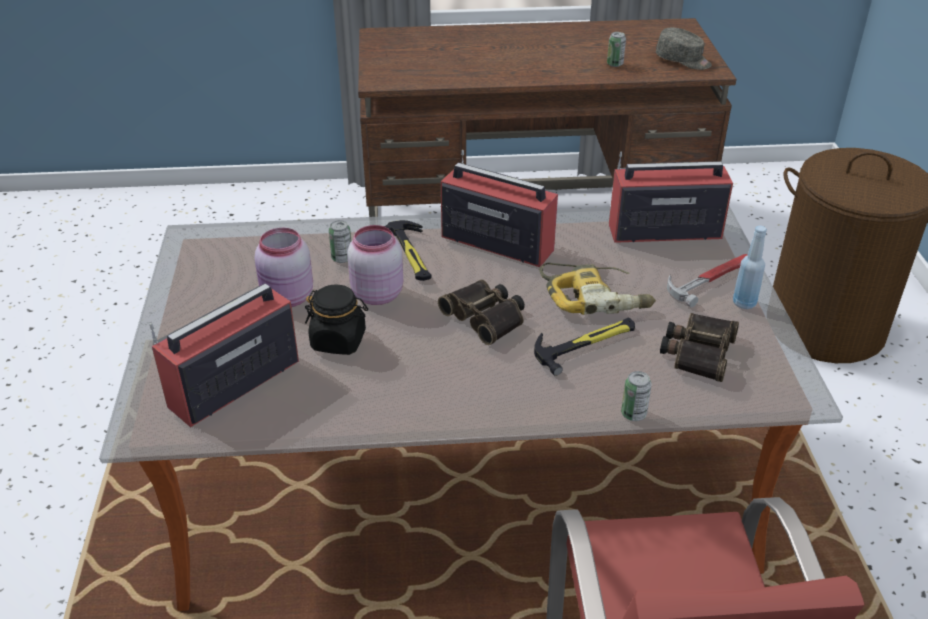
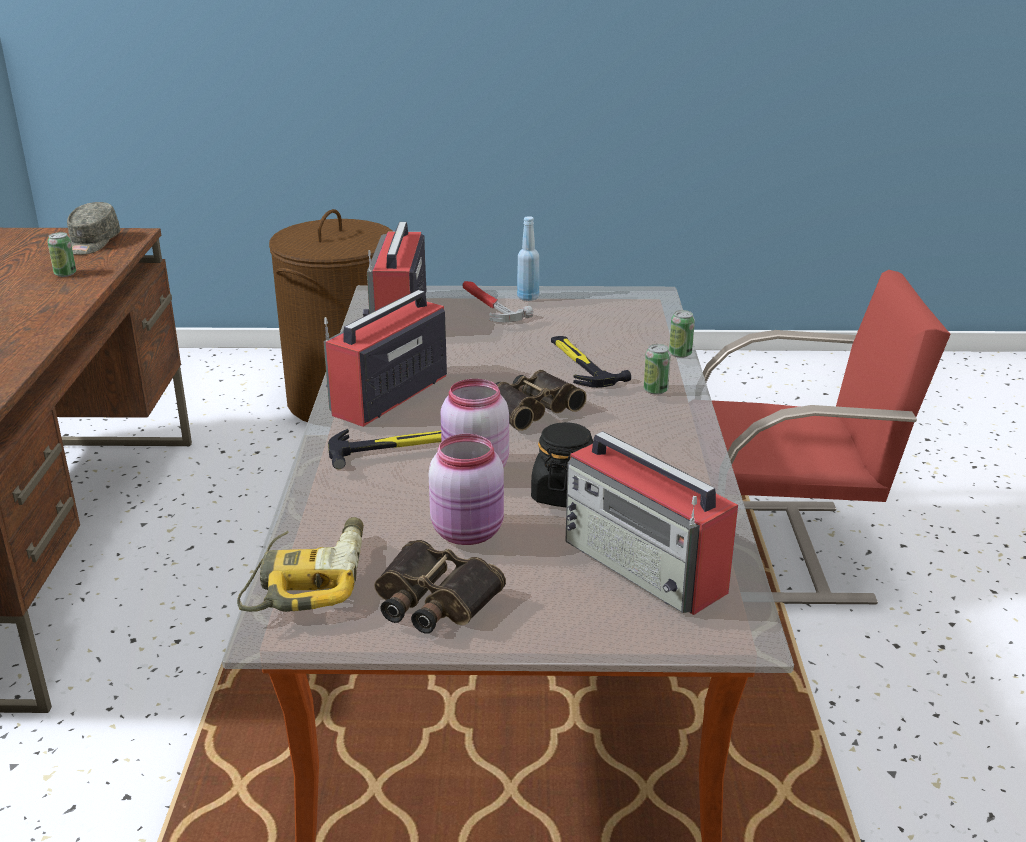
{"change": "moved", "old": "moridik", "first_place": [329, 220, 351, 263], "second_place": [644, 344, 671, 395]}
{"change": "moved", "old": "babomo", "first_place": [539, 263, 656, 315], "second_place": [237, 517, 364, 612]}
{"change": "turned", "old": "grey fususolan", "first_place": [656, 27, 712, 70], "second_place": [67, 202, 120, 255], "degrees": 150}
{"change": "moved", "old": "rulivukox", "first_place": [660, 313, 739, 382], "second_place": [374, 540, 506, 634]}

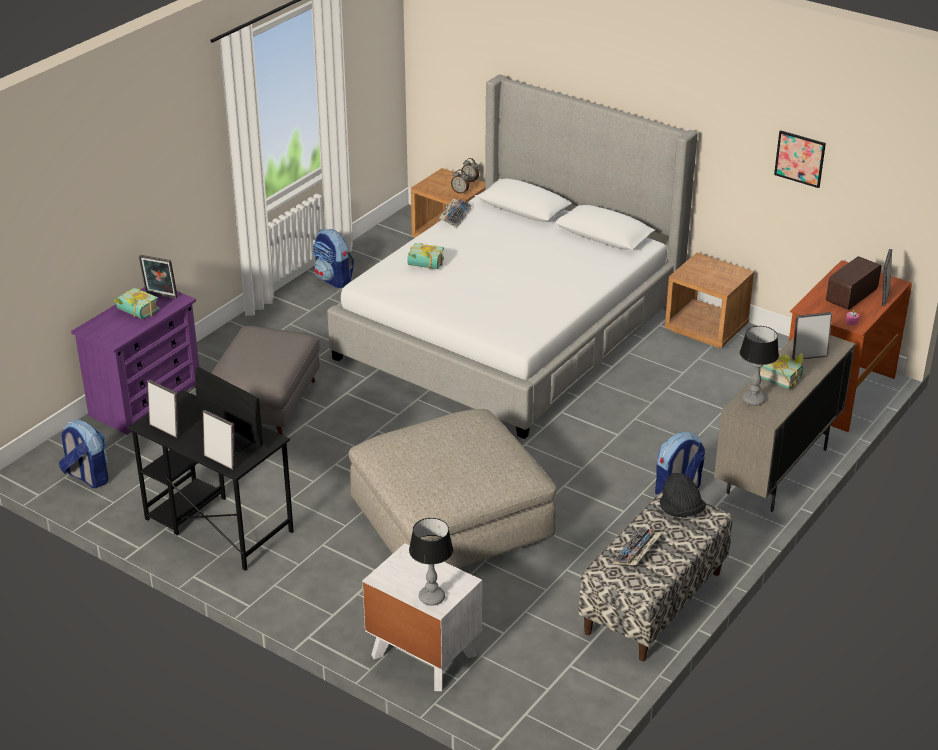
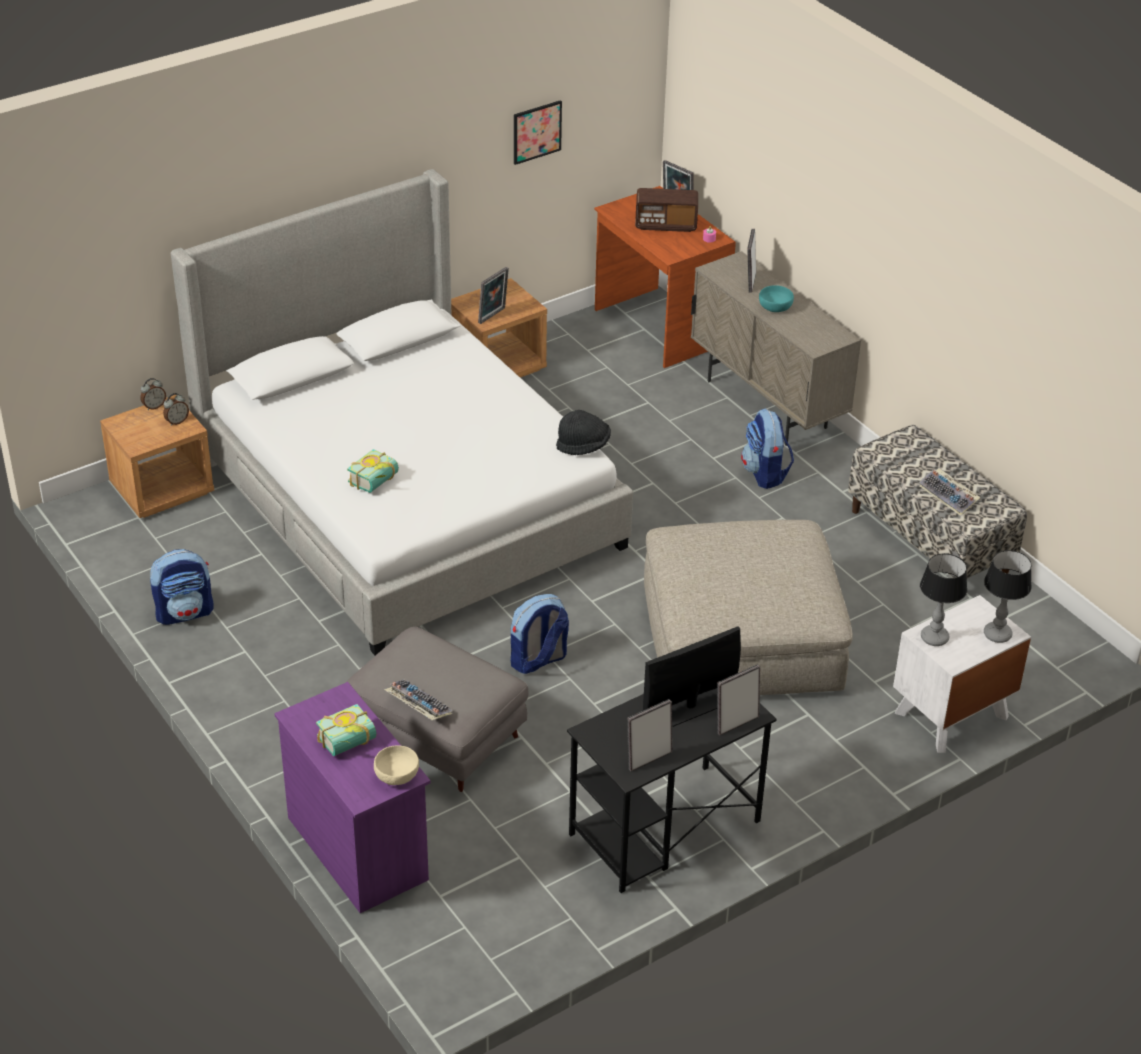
{"change": "moved", "old": "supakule", "first_place": [59, 420, 109, 488], "second_place": [511, 594, 569, 674]}
{"change": "moved", "old": "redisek", "first_place": [139, 255, 178, 298], "second_place": [478, 267, 509, 324]}
{"change": "moved", "old": "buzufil", "first_place": [439, 198, 472, 228], "second_place": [384, 679, 453, 720]}
{"change": "moved", "old": "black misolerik", "first_place": [660, 473, 706, 517], "second_place": [556, 410, 611, 455]}
{"change": "moved", "old": "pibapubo", "first_place": [740, 326, 779, 406], "second_place": [920, 553, 967, 646]}
{"change": "replaced", "old": "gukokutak", "new": "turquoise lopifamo", "first_place": [760, 352, 803, 389], "second_place": [759, 285, 794, 312]}
{"change": "turned", "old": "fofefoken", "first_place": [826, 256, 882, 310], "second_place": [635, 188, 698, 232], "degrees": -60}
{"change": "added", "new": "beige lopifamo", "second_place": [374, 745, 419, 785]}

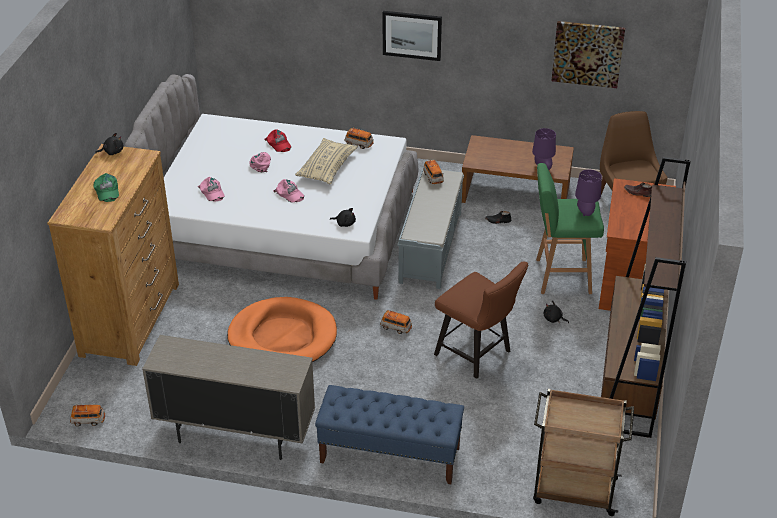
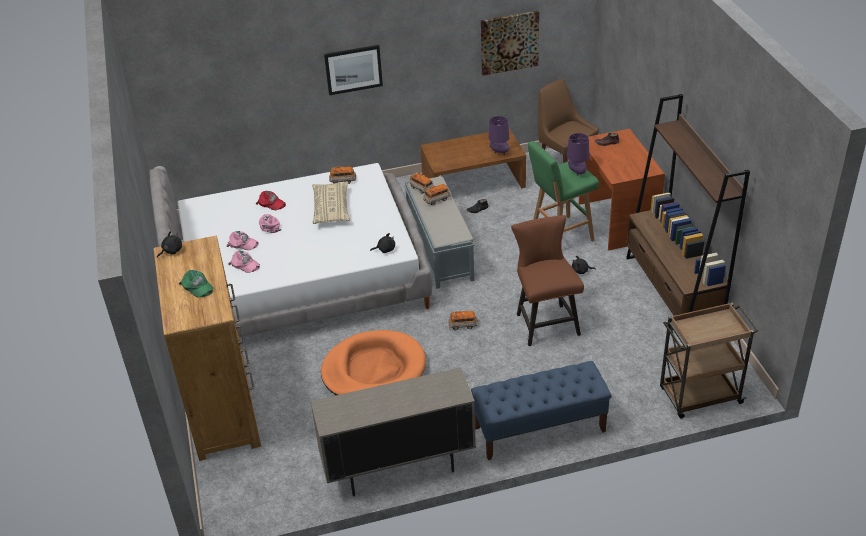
{"change": "moved", "old": "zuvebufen", "first_place": [70, 405, 105, 426], "second_place": [423, 184, 451, 206]}
{"change": "moved", "old": "pink fususolan", "first_place": [273, 179, 304, 203], "second_place": [226, 231, 259, 250]}
{"change": "turned", "old": "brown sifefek", "first_place": [434, 261, 528, 379], "second_place": [511, 215, 584, 346], "degrees": -120}

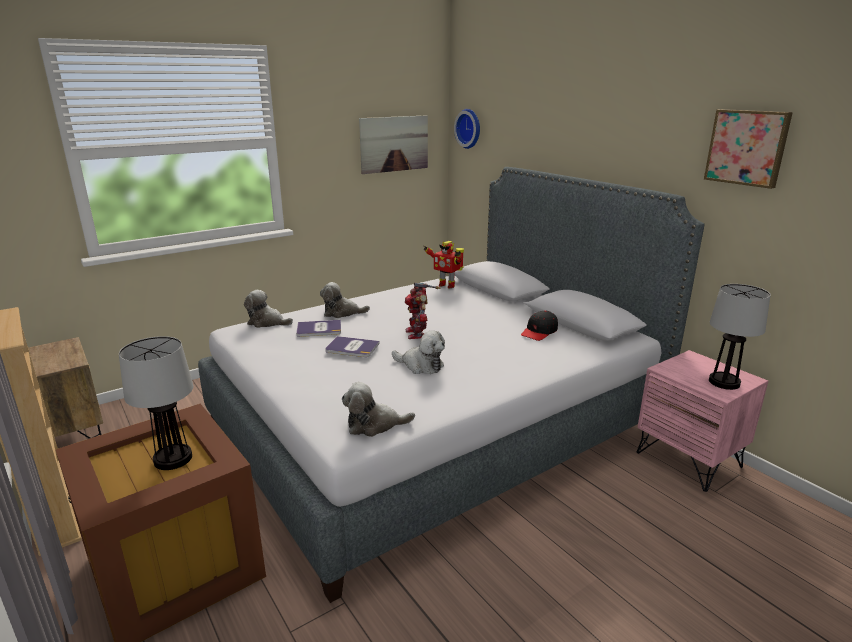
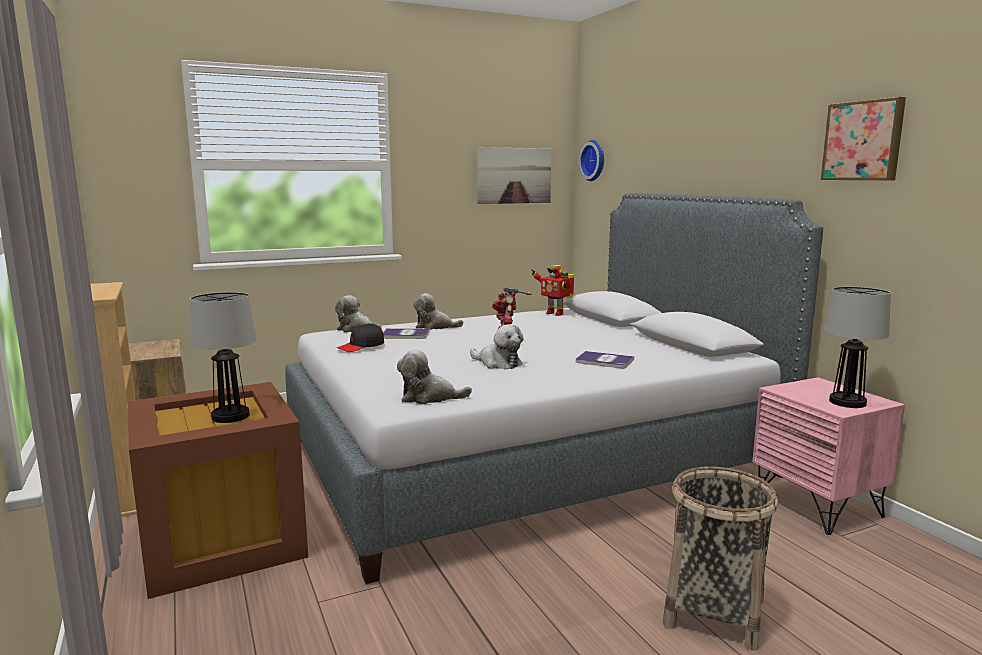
{"change": "moved", "old": "gukokutak", "first_place": [325, 336, 380, 357], "second_place": [576, 351, 634, 368]}
{"change": "moved", "old": "black fususolan", "first_place": [521, 311, 558, 341], "second_place": [337, 323, 384, 352]}
{"change": "added", "new": "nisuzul", "second_place": [663, 467, 778, 651]}

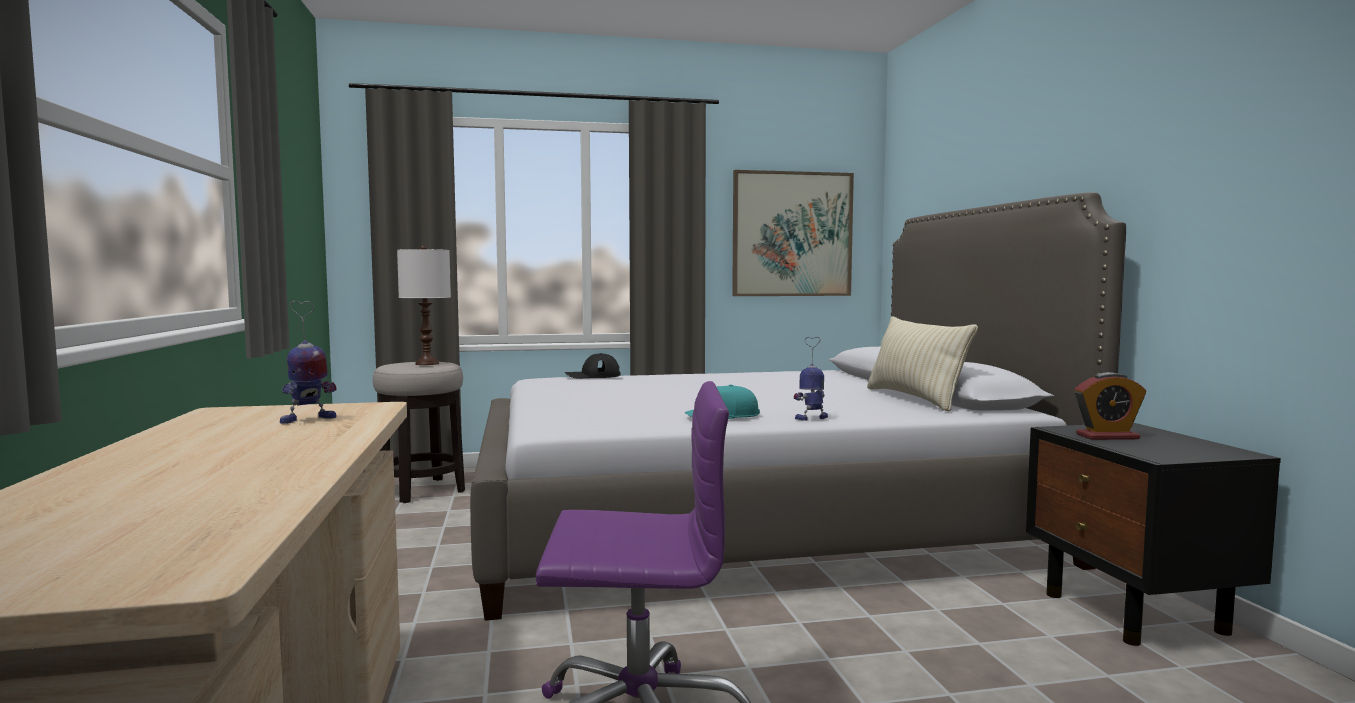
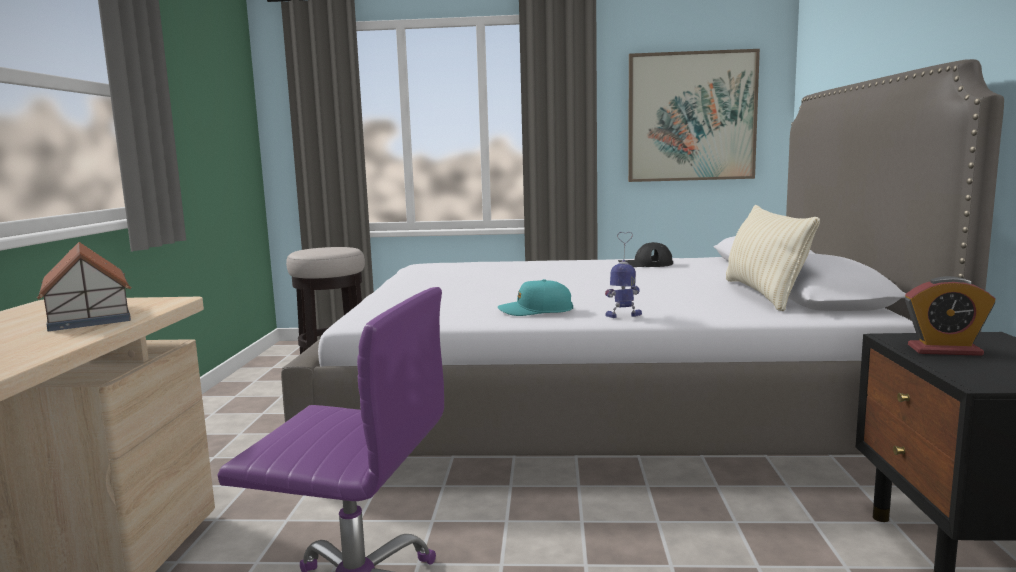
{"change": "replaced", "old": "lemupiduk", "new": "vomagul", "first_place": [280, 301, 336, 424], "second_place": [37, 242, 131, 331]}
{"change": "removed", "old": "white pibapubo", "first_place": [397, 245, 451, 365]}
{"change": "moved", "old": "black fususolan", "first_place": [565, 353, 621, 378], "second_place": [618, 242, 673, 267]}

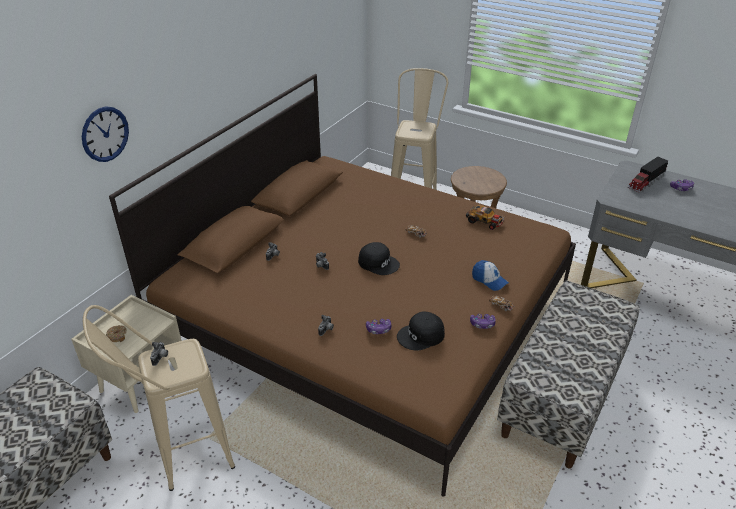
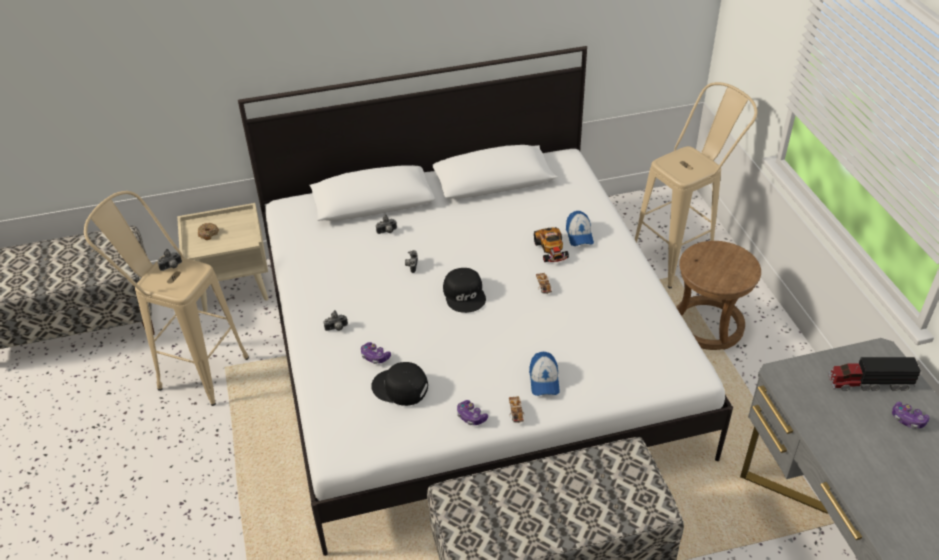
{"change": "removed", "old": "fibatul", "first_place": [82, 106, 129, 162]}
{"change": "recoloured", "old": "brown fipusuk", "new": "white fipusuk", "first_place": [109, 74, 576, 497], "second_place": [238, 46, 733, 556]}
{"change": "moved", "old": "zuvebufen", "first_place": [466, 205, 504, 230], "second_place": [534, 227, 569, 262]}
{"change": "added", "new": "fususolan", "second_place": [566, 211, 594, 246]}

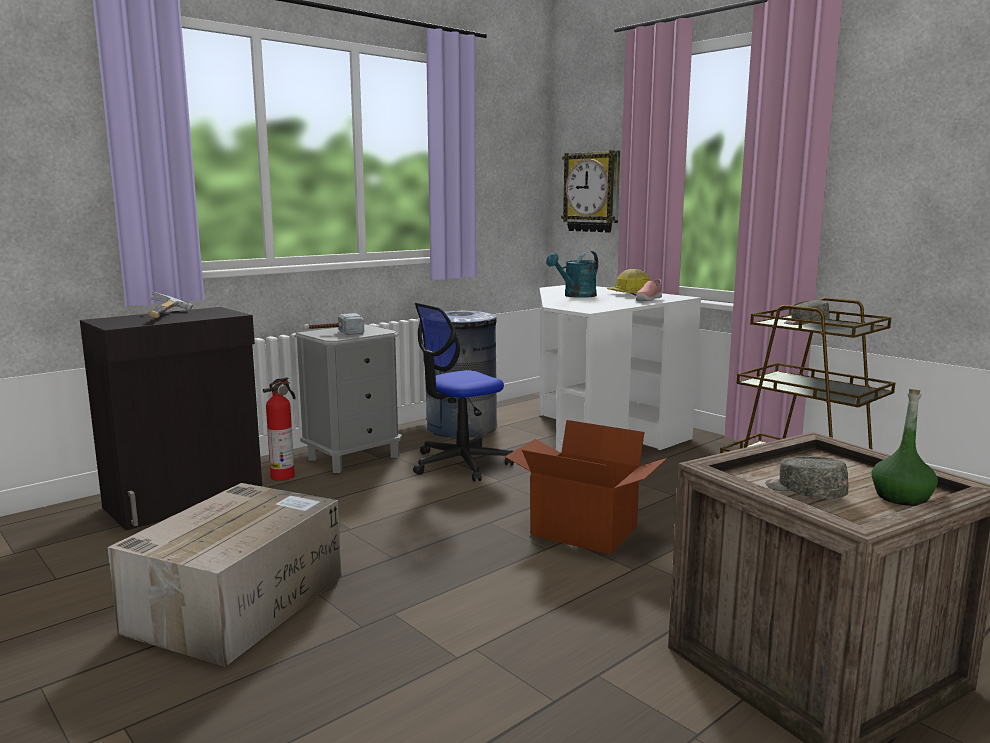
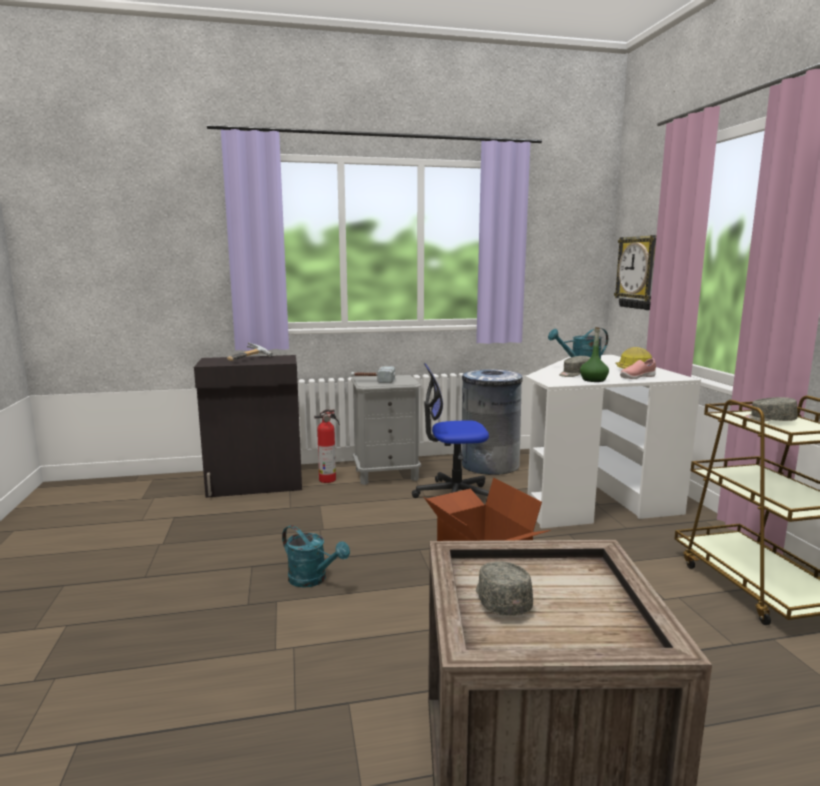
{"change": "removed", "old": "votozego", "first_place": [107, 483, 342, 667]}
{"change": "moved", "old": "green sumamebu", "first_place": [871, 389, 938, 506], "second_place": [580, 327, 609, 382]}
{"change": "added", "new": "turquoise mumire", "second_place": [282, 525, 350, 588]}
{"change": "added", "new": "grey fususolan", "second_place": [559, 356, 590, 377]}

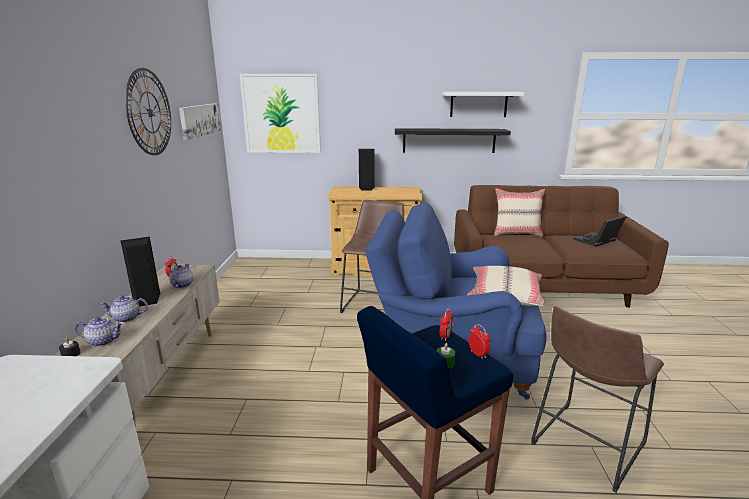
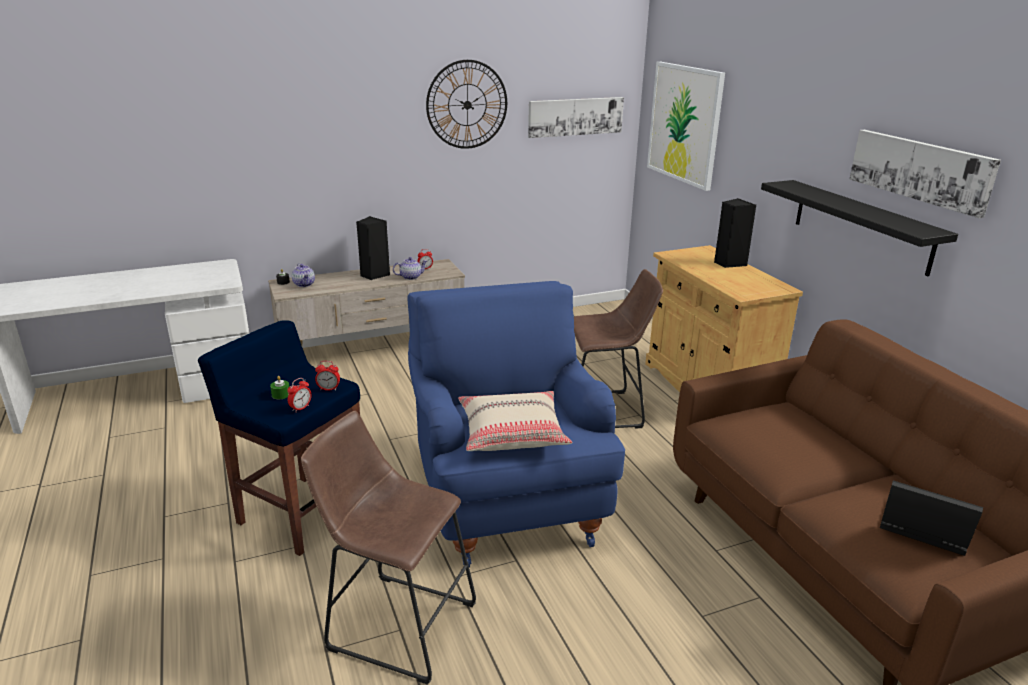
{"change": "removed", "old": "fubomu", "first_place": [100, 295, 148, 323]}
{"change": "replaced", "old": "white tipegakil", "new": "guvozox", "first_place": [442, 92, 524, 117], "second_place": [849, 130, 1001, 218]}
{"change": "removed", "old": "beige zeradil", "first_place": [494, 188, 545, 237]}

